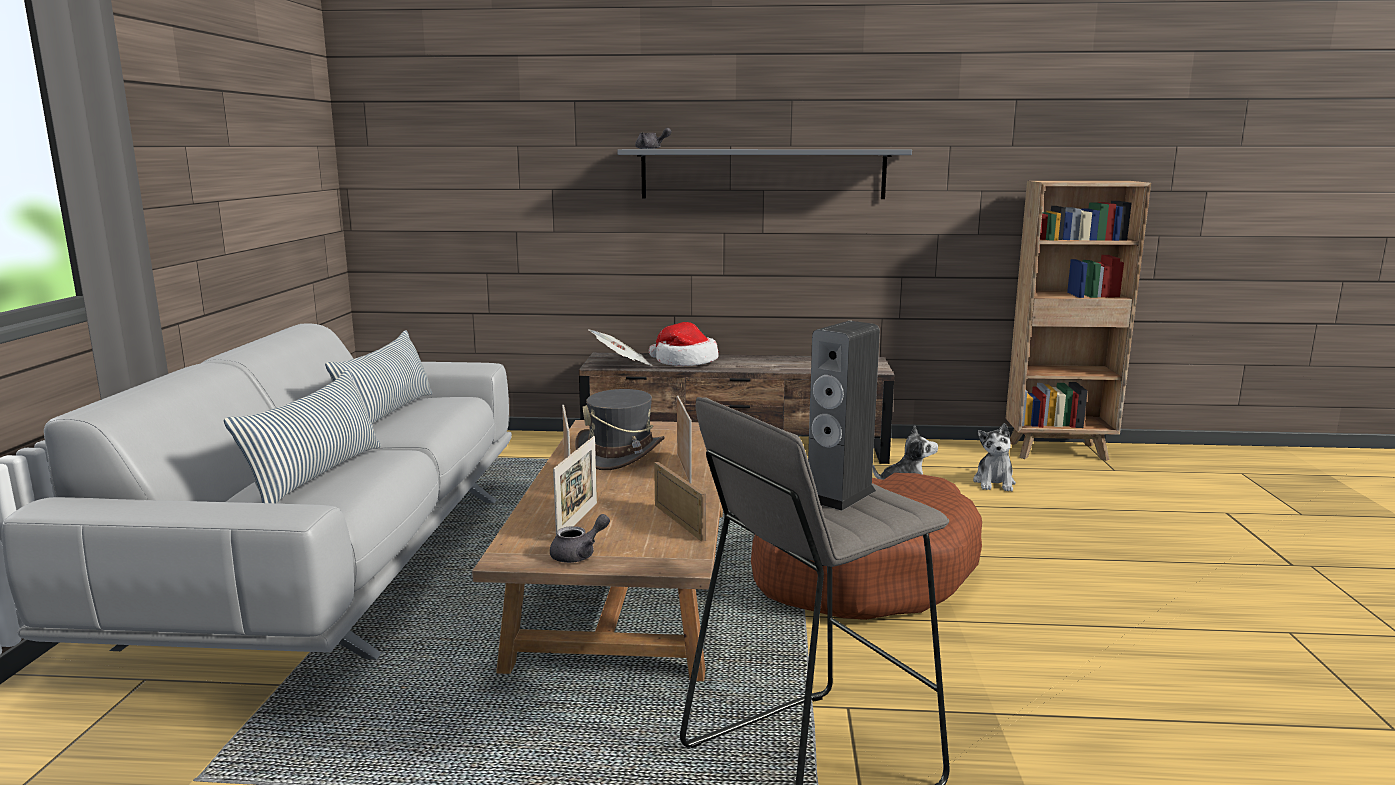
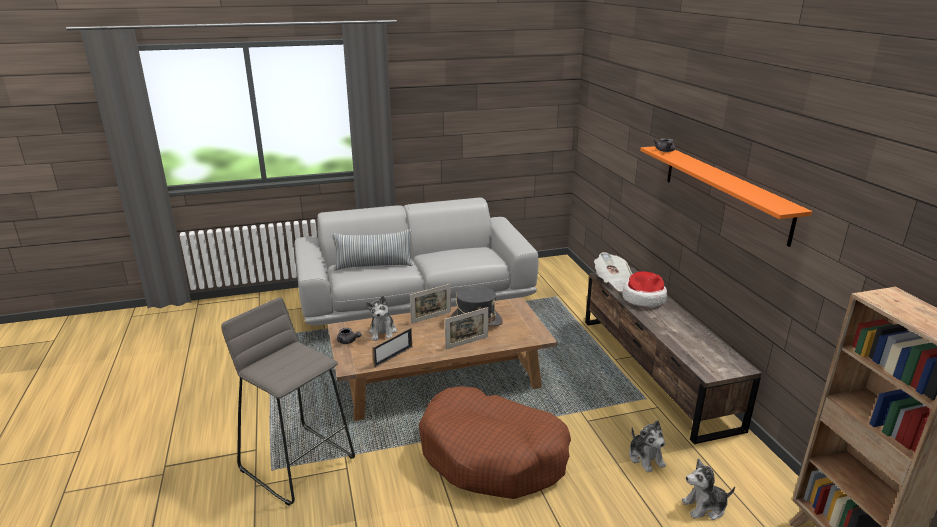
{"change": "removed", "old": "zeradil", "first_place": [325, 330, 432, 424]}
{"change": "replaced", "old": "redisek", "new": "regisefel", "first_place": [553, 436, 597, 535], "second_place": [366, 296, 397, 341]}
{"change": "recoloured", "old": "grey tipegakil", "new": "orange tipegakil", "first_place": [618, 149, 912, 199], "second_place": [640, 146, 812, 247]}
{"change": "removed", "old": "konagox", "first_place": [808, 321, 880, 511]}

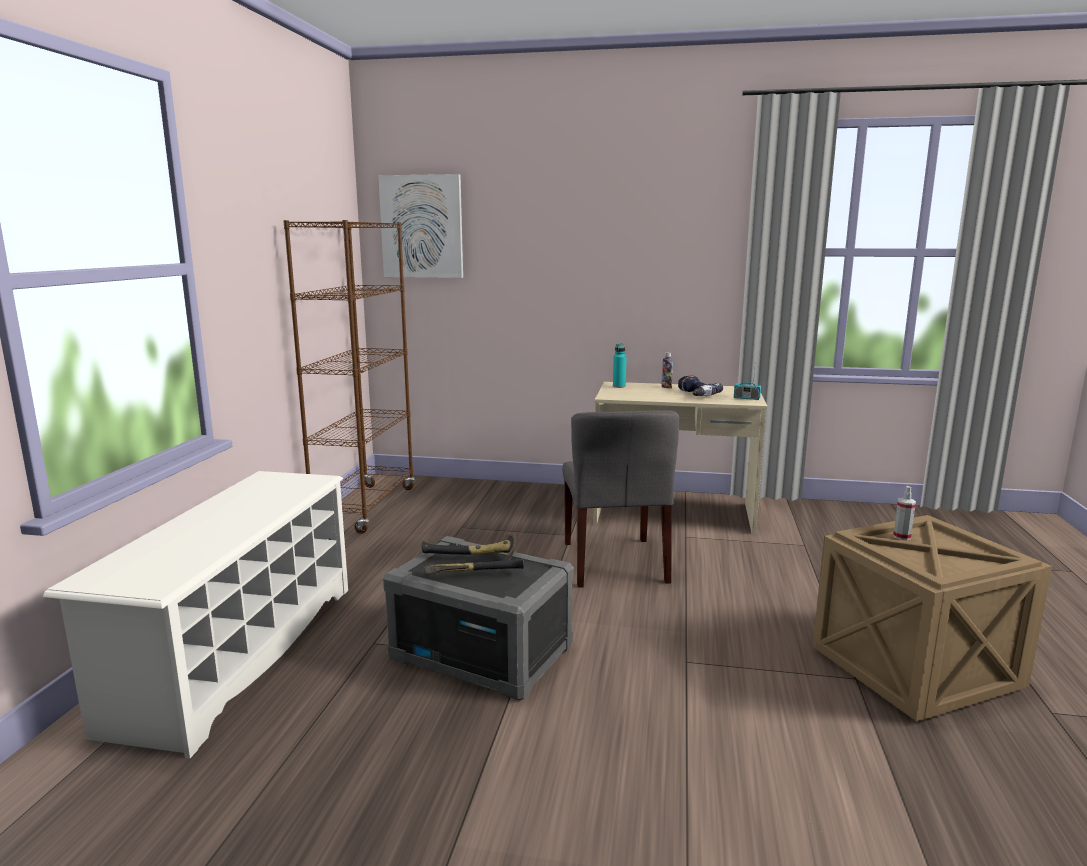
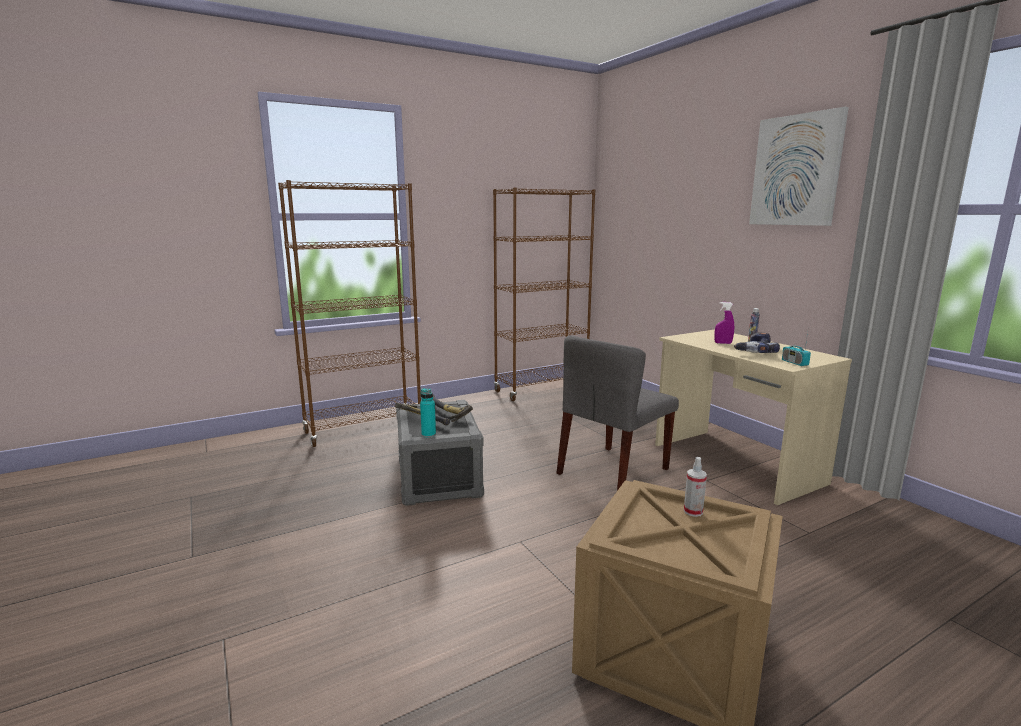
{"change": "replaced", "old": "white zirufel", "new": "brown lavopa", "first_place": [43, 471, 348, 758], "second_place": [278, 180, 421, 447]}
{"change": "moved", "old": "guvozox", "first_place": [378, 174, 463, 278], "second_place": [749, 107, 849, 226]}
{"change": "moved", "old": "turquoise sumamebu", "first_place": [613, 343, 627, 388], "second_place": [420, 388, 436, 438]}
{"change": "added", "new": "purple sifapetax", "second_place": [714, 302, 734, 344]}

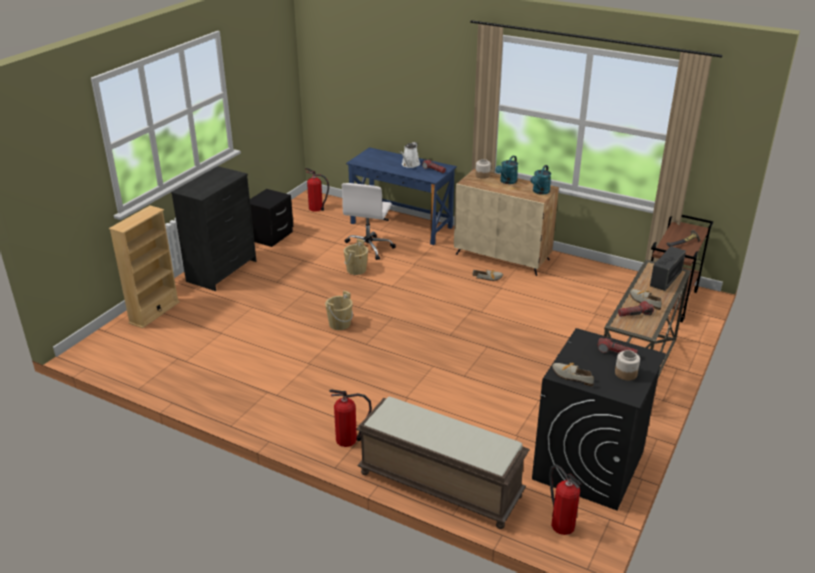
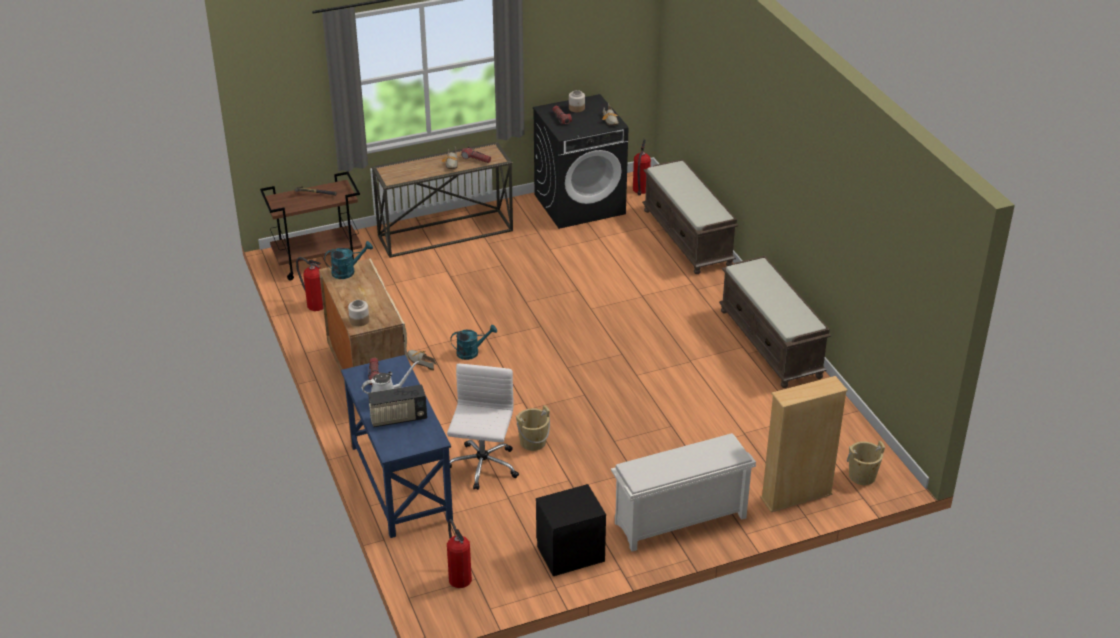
{"change": "replaced", "old": "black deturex", "new": "white zirufel", "first_place": [171, 166, 256, 291], "second_place": [611, 433, 756, 551]}
{"change": "moved", "old": "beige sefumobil", "first_place": [325, 291, 353, 330], "second_place": [847, 441, 885, 485]}
{"change": "moved", "old": "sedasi", "first_place": [329, 390, 372, 447], "second_place": [296, 257, 323, 311]}
{"change": "turned", "old": "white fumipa", "first_place": [342, 183, 396, 260], "second_place": [447, 364, 519, 490], "degrees": -45}
{"change": "moved", "old": "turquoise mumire", "first_place": [495, 156, 518, 184], "second_place": [450, 325, 497, 360]}
{"change": "moved", "old": "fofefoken", "first_place": [650, 246, 686, 291], "second_place": [368, 384, 427, 427]}
{"change": "added", "new": "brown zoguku", "second_place": [719, 256, 831, 388]}

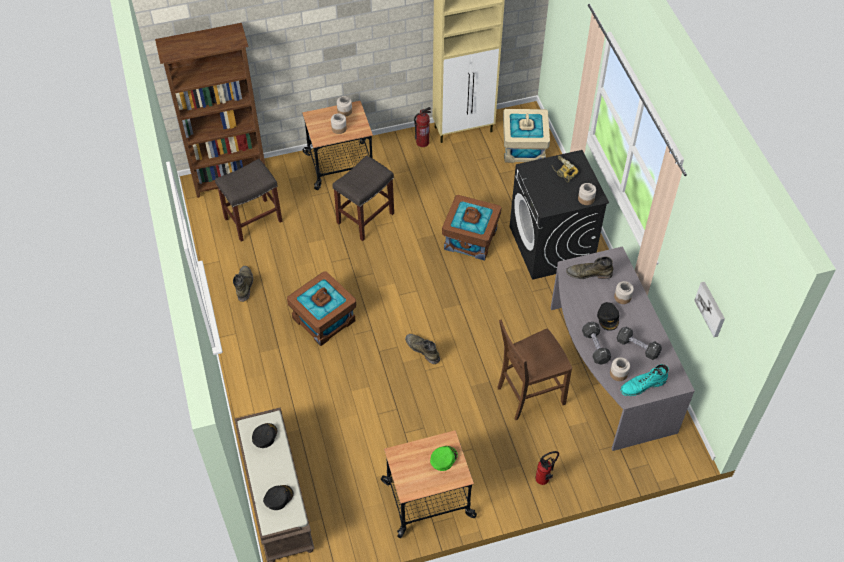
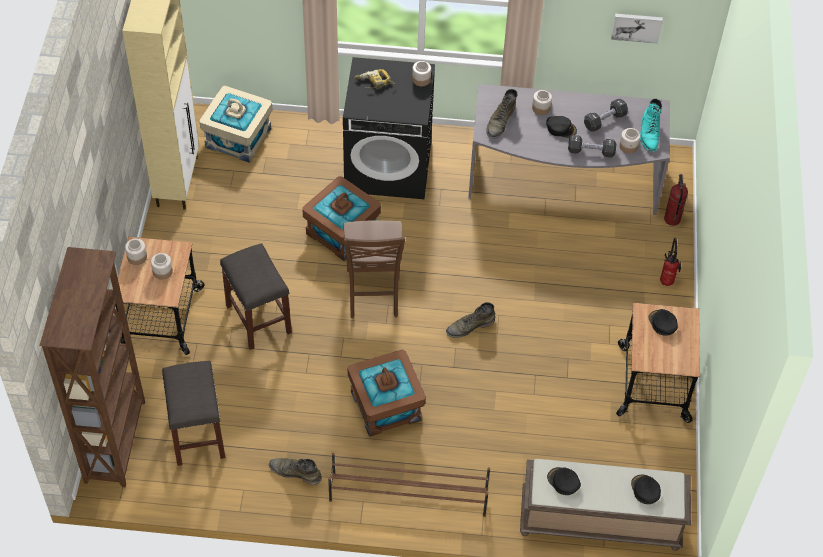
{"change": "moved", "old": "sedasi", "first_place": [414, 107, 431, 147], "second_place": [664, 174, 688, 226]}
{"change": "recoloured", "old": "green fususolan", "new": "black fususolan", "first_place": [430, 446, 458, 471], "second_place": [649, 309, 678, 336]}
{"change": "moved", "old": "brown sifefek", "first_place": [497, 319, 572, 420], "second_place": [343, 220, 405, 318]}
{"change": "added", "new": "brown zirufel", "second_place": [328, 452, 490, 517]}

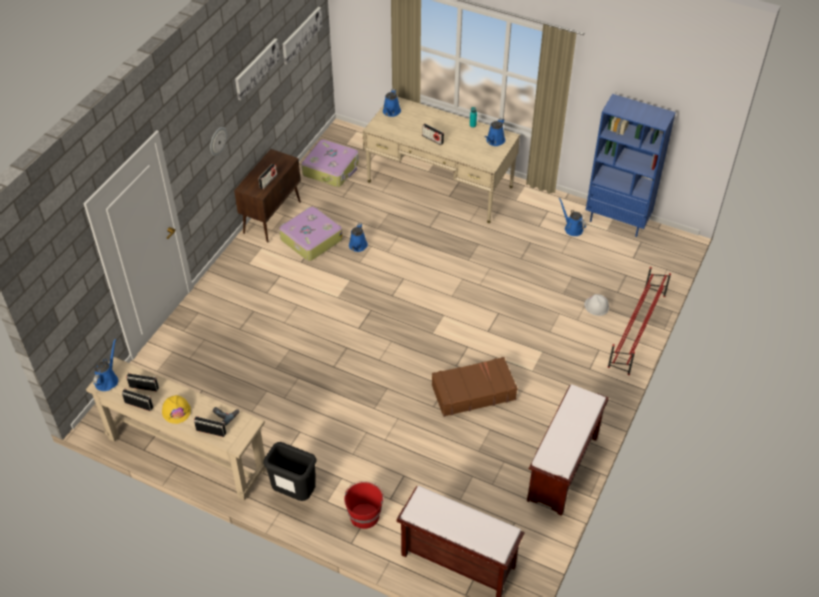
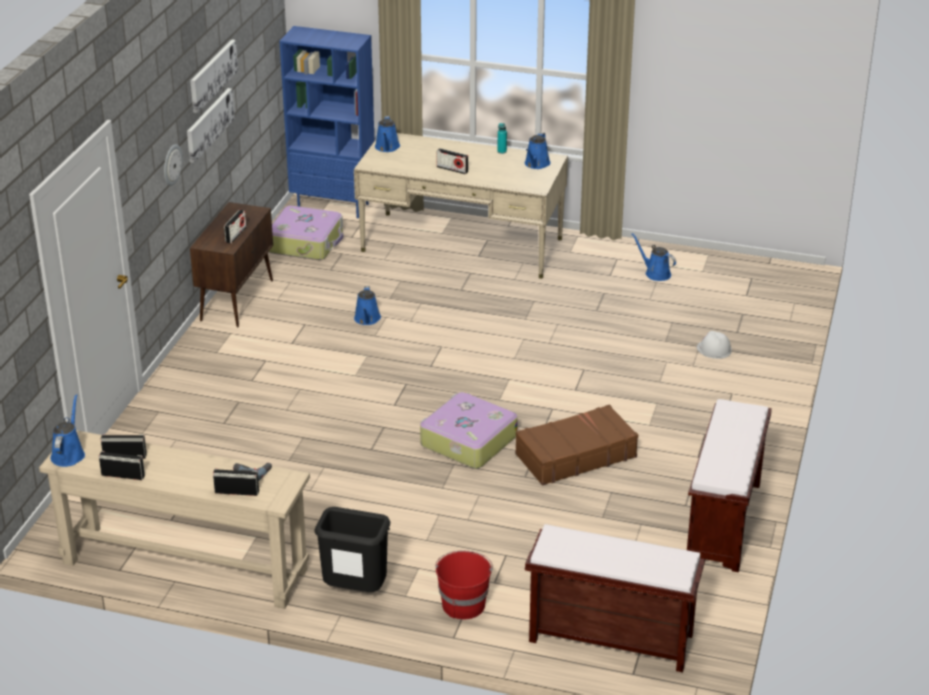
{"change": "removed", "old": "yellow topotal", "first_place": [162, 395, 191, 424]}
{"change": "moved", "old": "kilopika", "first_place": [279, 207, 343, 261], "second_place": [420, 392, 518, 468]}
{"change": "moved", "old": "guvozox", "first_place": [283, 7, 323, 65], "second_place": [187, 88, 235, 163]}
{"change": "moved", "old": "blue lavopa", "first_place": [586, 94, 676, 237], "second_place": [279, 26, 375, 218]}
{"change": "removed", "old": "red zirufel", "first_place": [608, 267, 671, 375]}

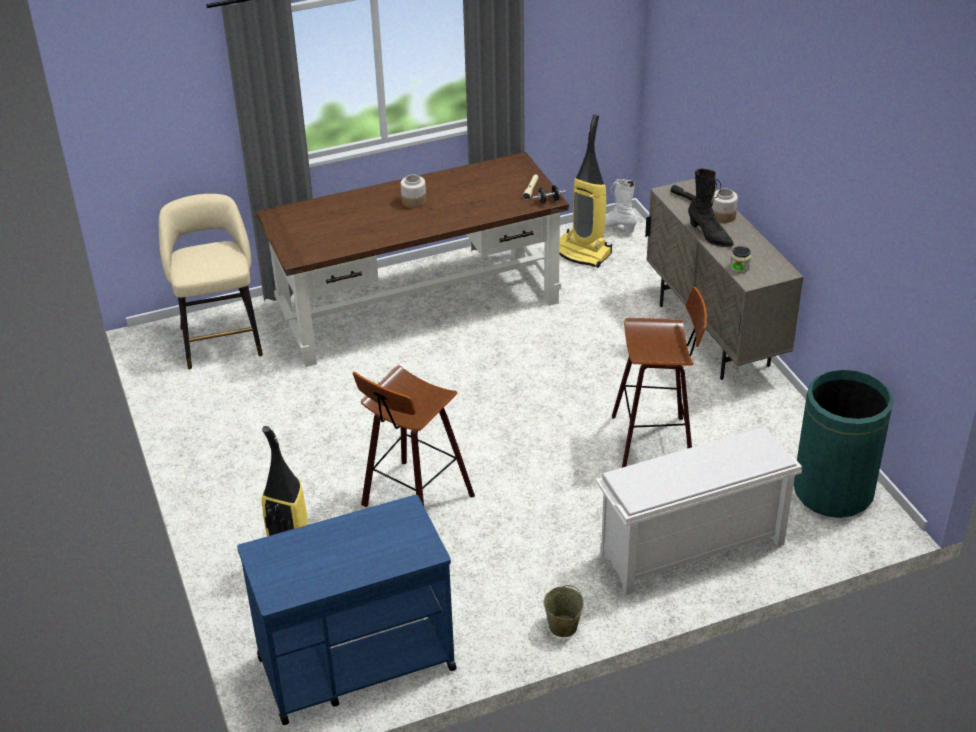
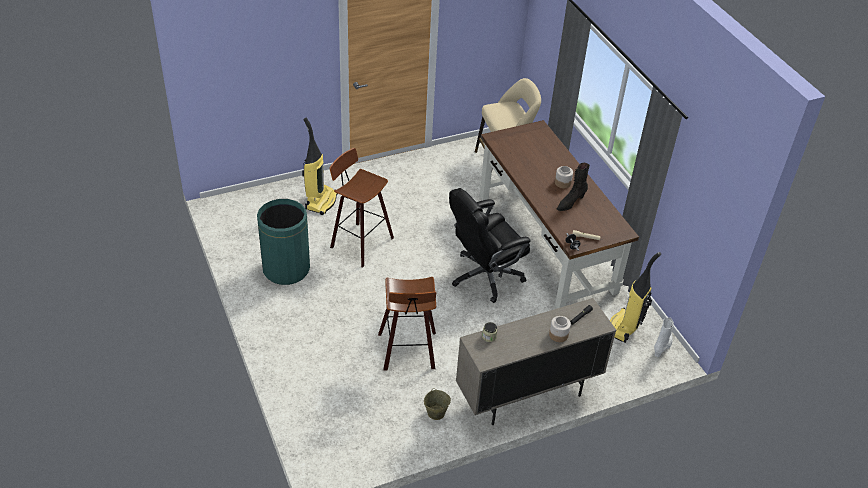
{"change": "removed", "old": "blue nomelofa", "first_place": [237, 495, 457, 725]}
{"change": "moved", "old": "beige sefumobil", "first_place": [543, 585, 584, 637], "second_place": [424, 390, 451, 420]}
{"change": "removed", "old": "white zirufel", "first_place": [596, 427, 802, 595]}
{"change": "moved", "old": "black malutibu", "first_place": [688, 169, 733, 247], "second_place": [557, 163, 590, 211]}
{"change": "moved", "old": "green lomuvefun", "first_place": [794, 370, 894, 518], "second_place": [257, 199, 310, 285]}
{"change": "added", "new": "black fumipa", "second_place": [449, 188, 530, 303]}

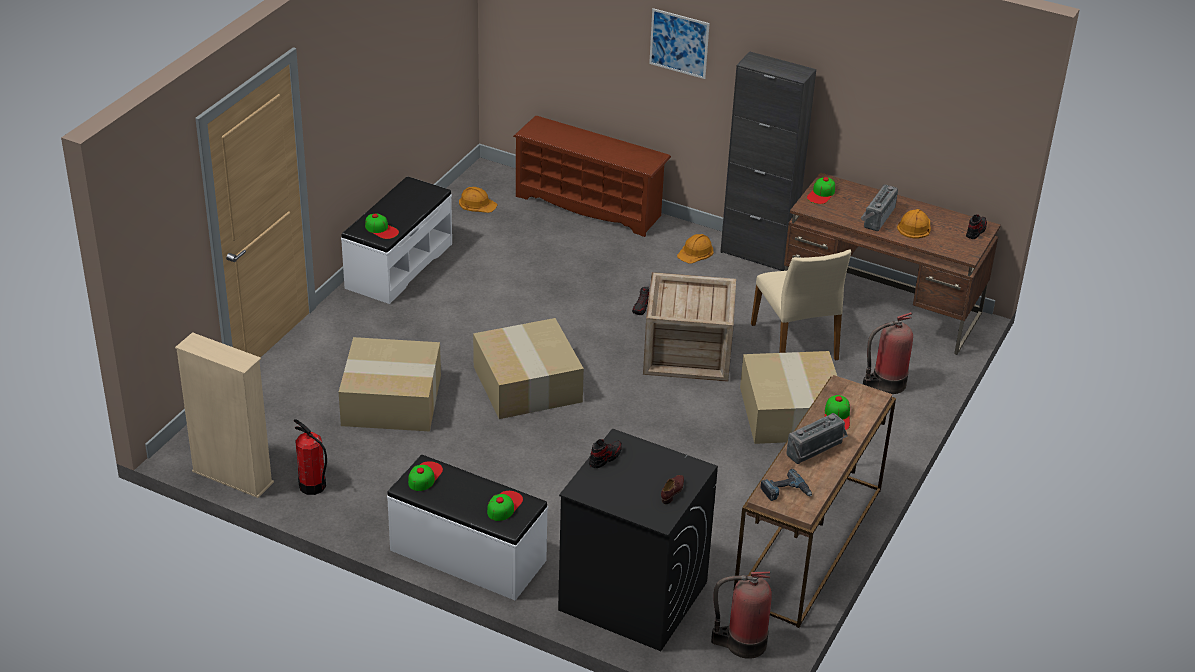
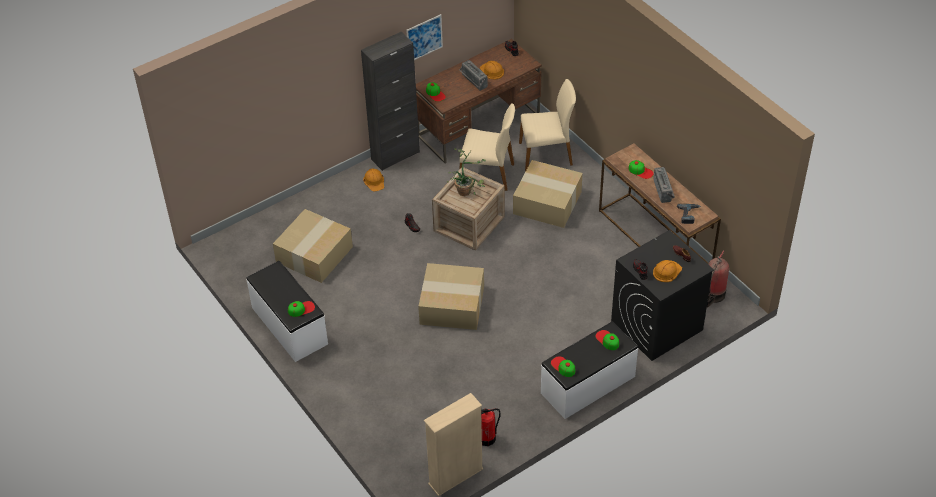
{"change": "moved", "old": "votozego", "first_place": [339, 337, 441, 431], "second_place": [273, 209, 353, 283]}
{"change": "moved", "old": "orange topotal", "first_place": [459, 187, 498, 213], "second_place": [653, 260, 682, 282]}
{"change": "removed", "old": "brown zirufel", "first_place": [513, 116, 671, 237]}
{"change": "moved", "old": "guvozox", "first_place": [649, 8, 710, 79], "second_place": [406, 14, 443, 60]}
{"change": "replaced", "old": "sedasi", "new": "beige sifefek", "first_place": [863, 312, 913, 394], "second_place": [519, 79, 576, 172]}
{"change": "added", "new": "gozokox", "second_place": [447, 148, 486, 196]}

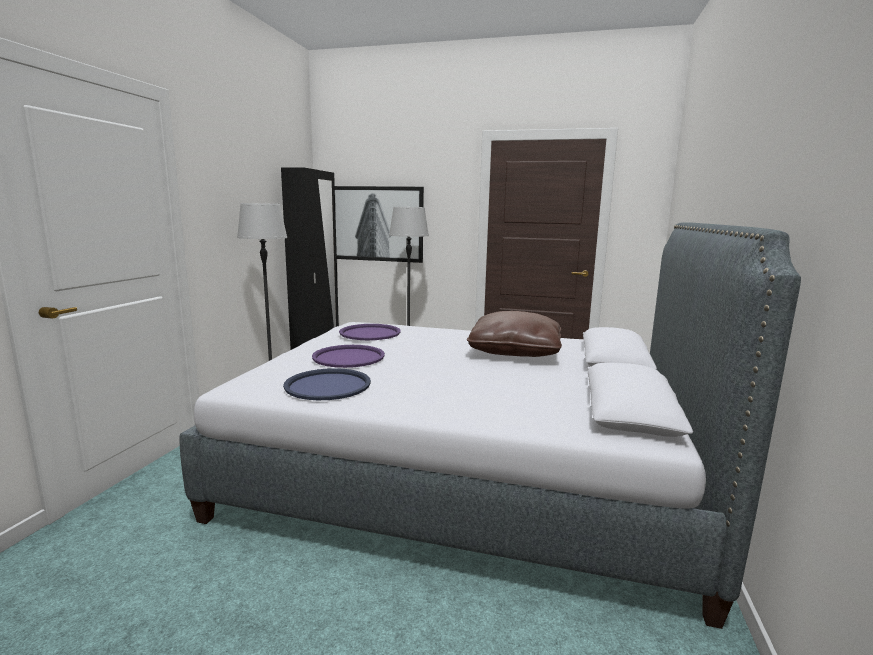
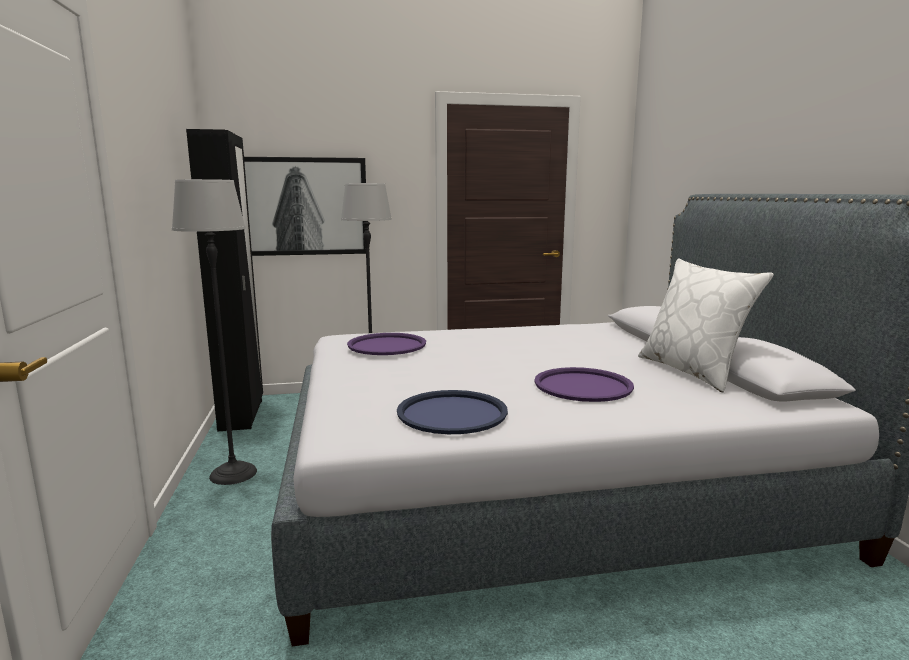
{"change": "moved", "old": "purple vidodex", "first_place": [312, 345, 385, 368], "second_place": [534, 367, 634, 402]}
{"change": "removed", "old": "brown zeradil", "first_place": [467, 311, 562, 357]}
{"change": "added", "new": "white zeradil", "second_place": [638, 259, 774, 393]}

